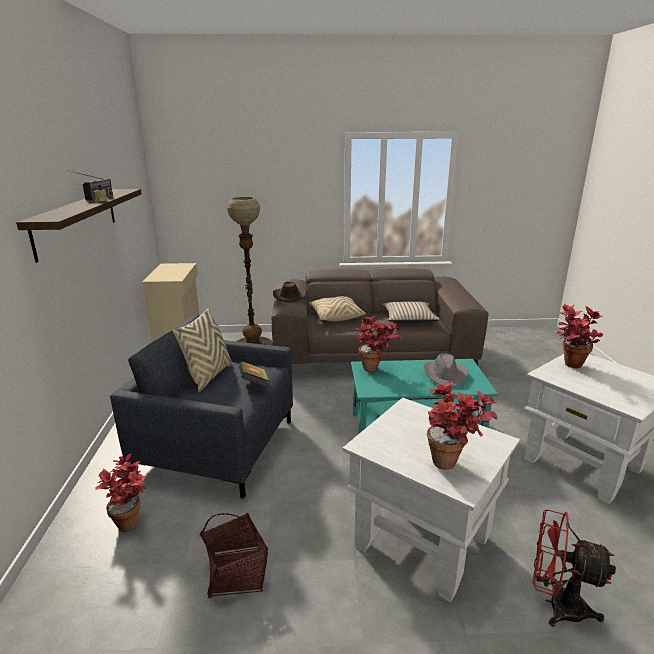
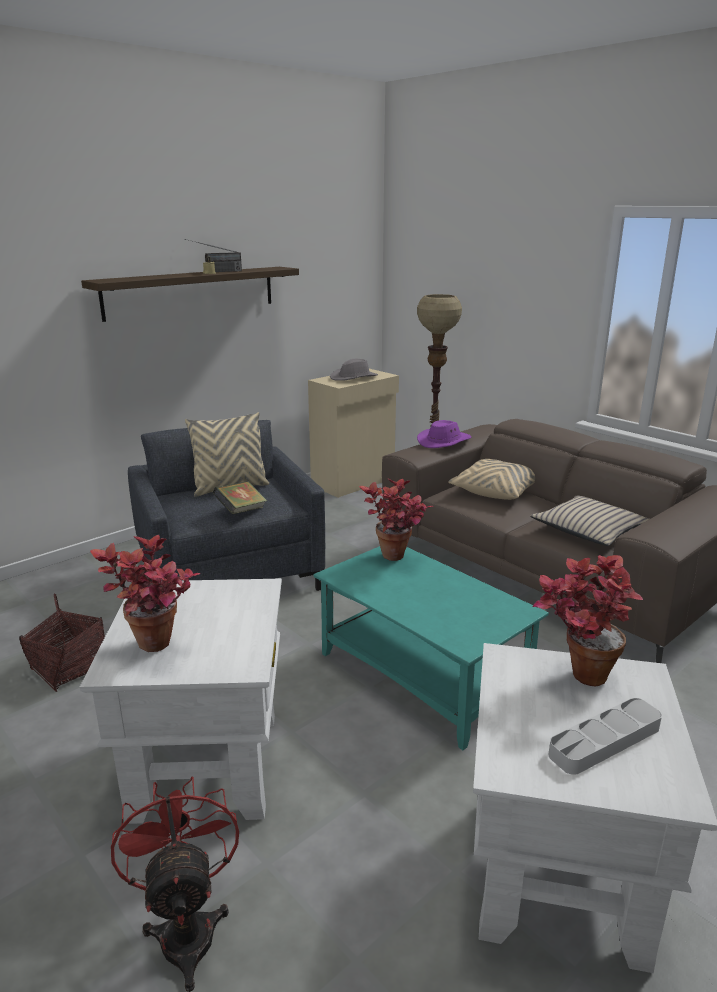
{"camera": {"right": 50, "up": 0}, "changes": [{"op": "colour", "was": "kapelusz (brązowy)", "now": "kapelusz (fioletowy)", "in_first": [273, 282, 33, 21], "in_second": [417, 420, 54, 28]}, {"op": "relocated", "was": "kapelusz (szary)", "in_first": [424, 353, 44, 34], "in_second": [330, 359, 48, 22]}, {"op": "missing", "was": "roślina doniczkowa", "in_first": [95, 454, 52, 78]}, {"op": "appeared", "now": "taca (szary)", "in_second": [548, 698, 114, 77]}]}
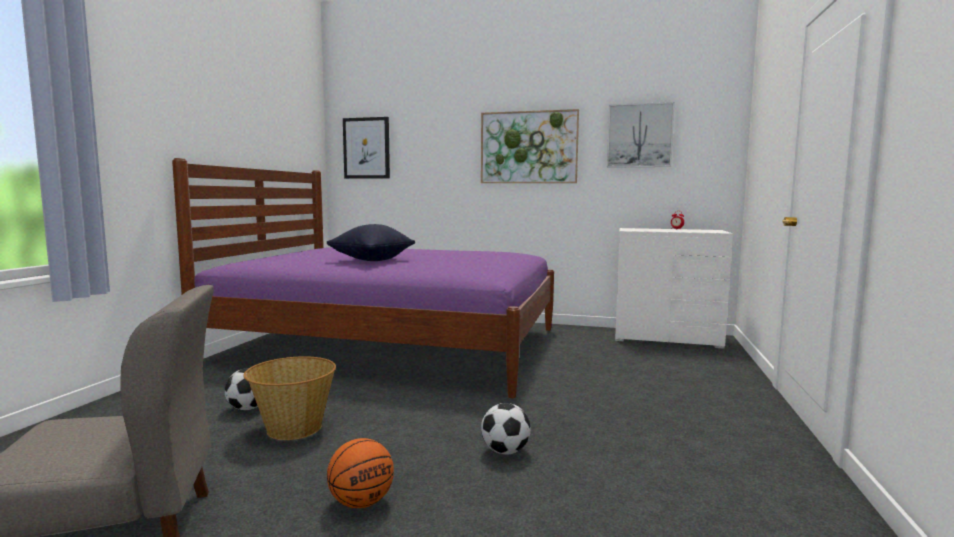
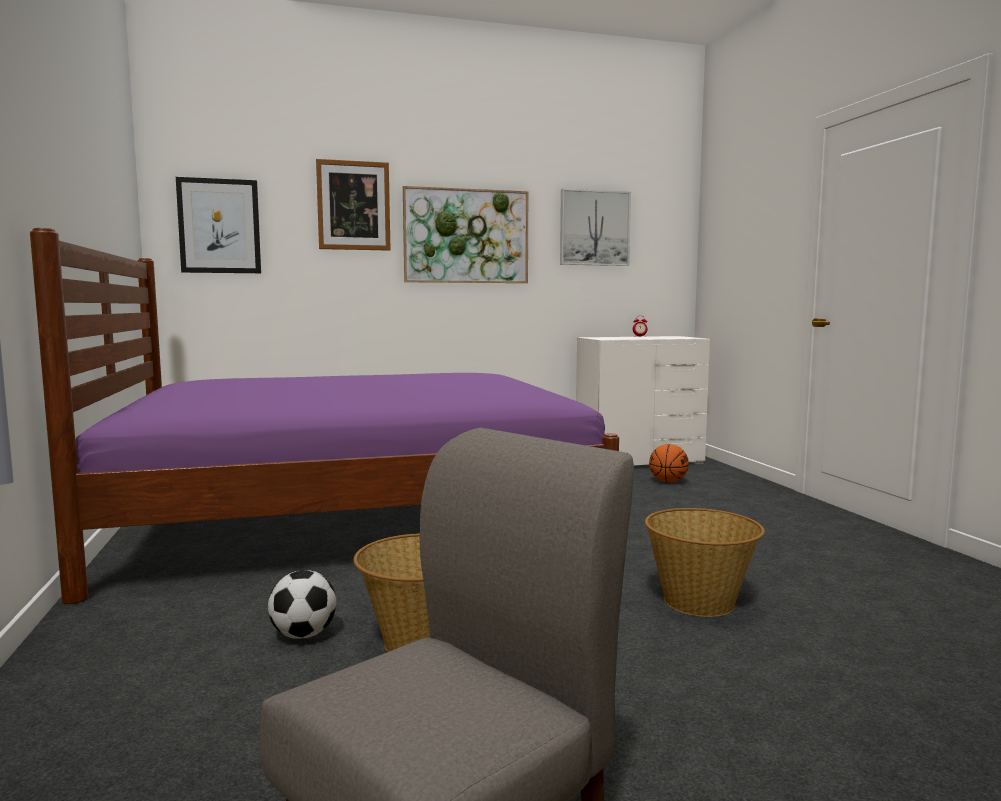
{"camera": {"right": -30, "up": 0}, "changes": [{"op": "missing", "was": "poduszka (czarny)", "in_first": [327, 224, 88, 37]}, {"op": "exchanged", "was": "piłka futbolowa", "now": "koszyk", "in_first": [481, 403, 50, 51], "in_second": [645, 508, 120, 109]}, {"op": "relocated", "was": "piłka do koszykówki", "in_first": [327, 438, 67, 70], "in_second": [649, 444, 40, 39]}, {"op": "appeared", "now": "obraz", "in_second": [316, 159, 75, 92]}]}
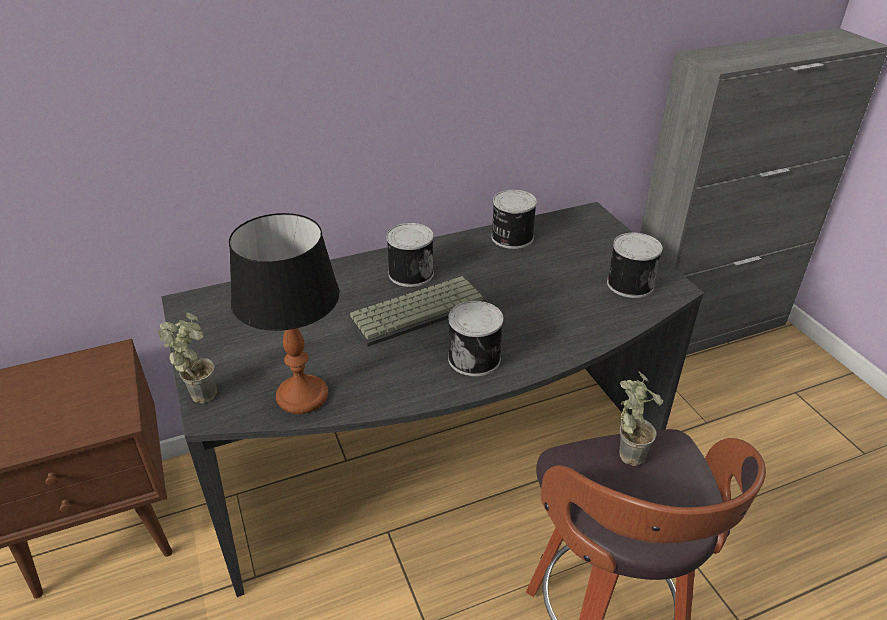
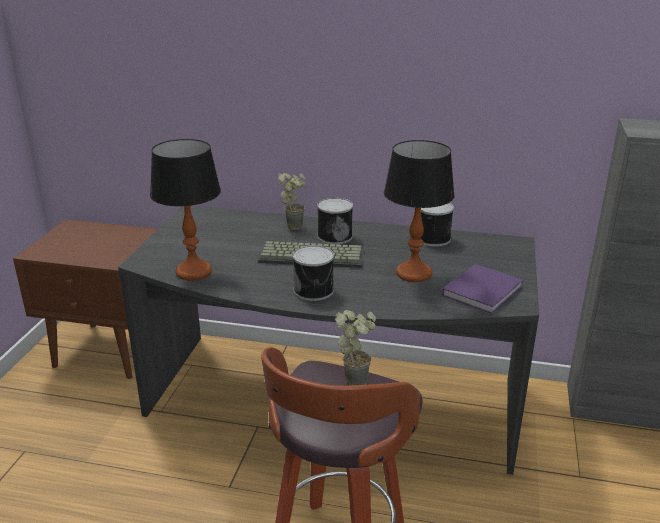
{"camera": {"right": 35, "up": -10}, "changes": [{"op": "exchanged", "was": "puszka", "now": "książka (fioletowy)", "in_first": [607, 233, 56, 65], "in_second": [442, 264, 81, 50]}, {"op": "relocated", "was": "roślina doniczkowa", "in_first": [158, 312, 59, 91], "in_second": [278, 173, 28, 57]}, {"op": "appeared", "now": "lampa stołowa", "in_second": [384, 140, 71, 142]}]}
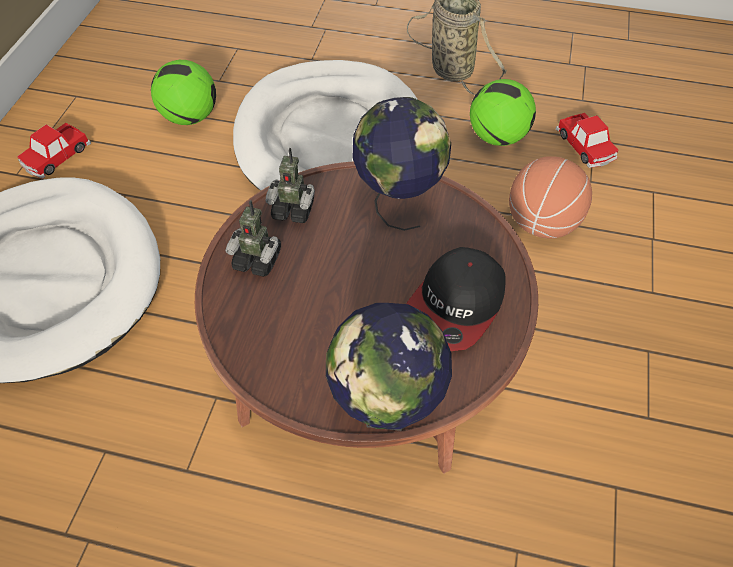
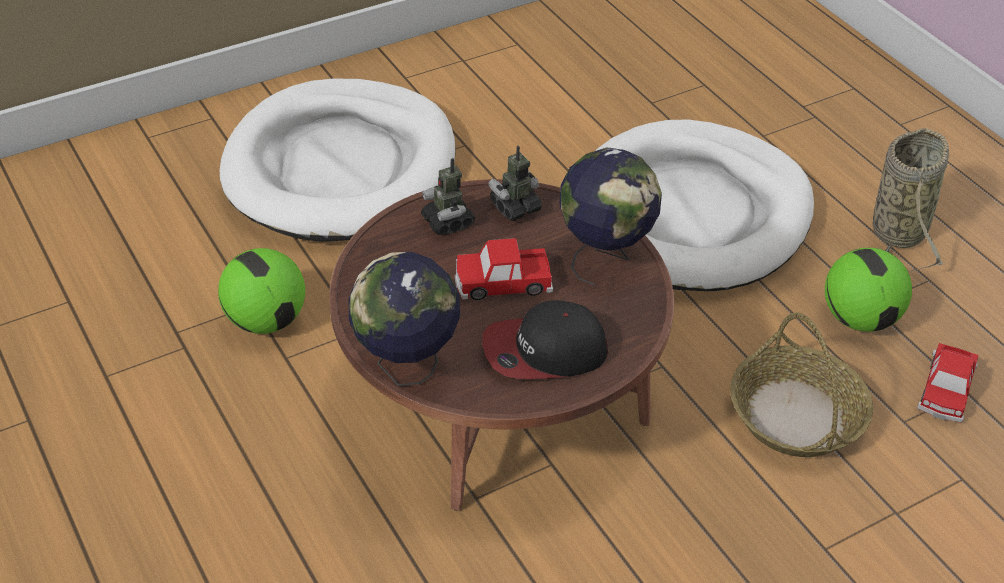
{"camera": {"right": 45, "up": -10}, "changes": [{"op": "relocated", "was": "piłka futbolowa", "in_first": [151, 60, 65, 65], "in_second": [218, 248, 87, 86]}, {"op": "relocated", "was": "samochodzik", "in_first": [17, 123, 74, 56], "in_second": [455, 238, 98, 62]}, {"op": "spun", "was": "robot zabawkowy", "in_first": [265, 148, 50, 75], "in_second": [488, 146, 54, 75], "clockwise": 90}, {"op": "exchanged", "was": "piłka do koszykówki", "now": "koszyk", "in_first": [509, 156, 83, 82], "in_second": [730, 313, 143, 144]}]}
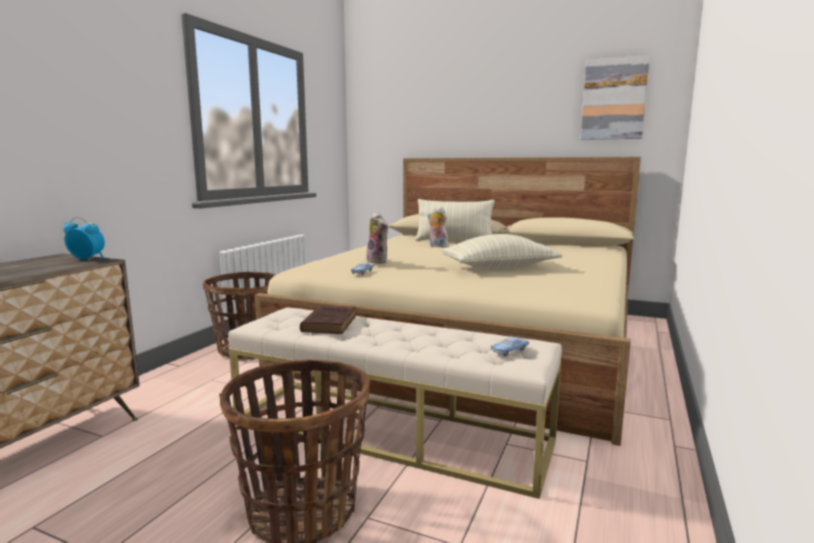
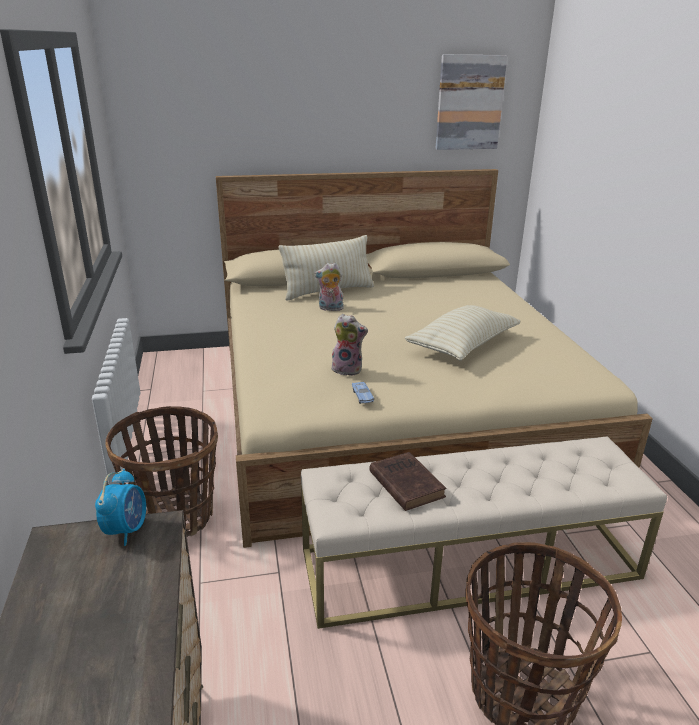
{"camera": {"right": -35, "up": 15}, "changes": [{"op": "spun", "was": "budzik", "in_first": [63, 217, 42, 42], "in_second": [95, 469, 51, 77], "clockwise": 120}, {"op": "missing", "was": "samochodzik (niebieski)", "in_first": [491, 337, 38, 19]}]}
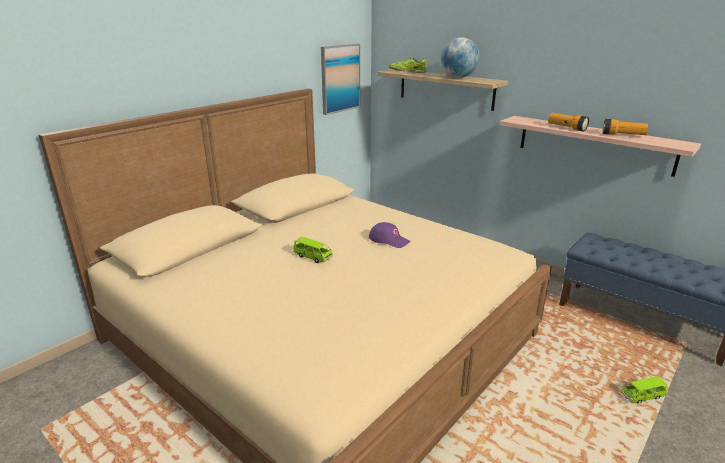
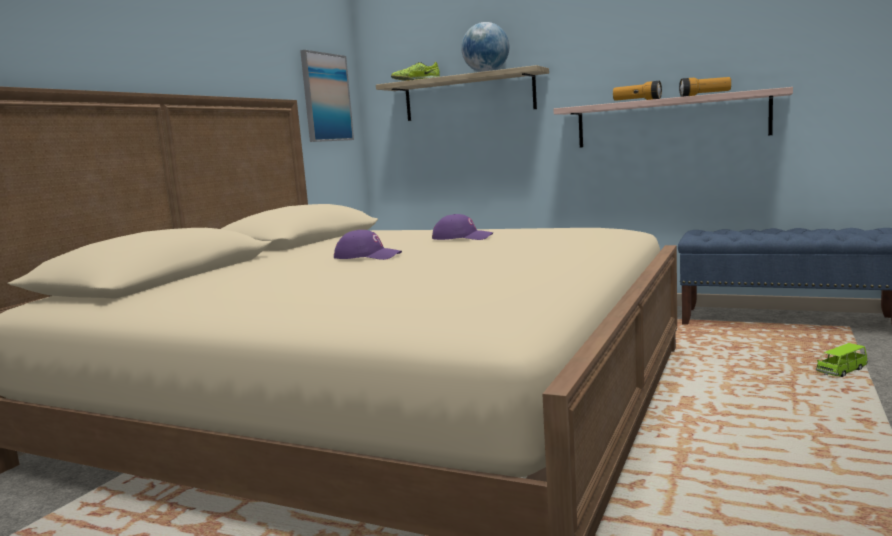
{"camera": {"right": -15, "up": -15}, "changes": [{"op": "exchanged", "was": "samochodzik (zielony)", "now": "czapka z daszkiem (fioletowy)", "in_first": [293, 237, 40, 26], "in_second": [334, 230, 68, 30]}]}
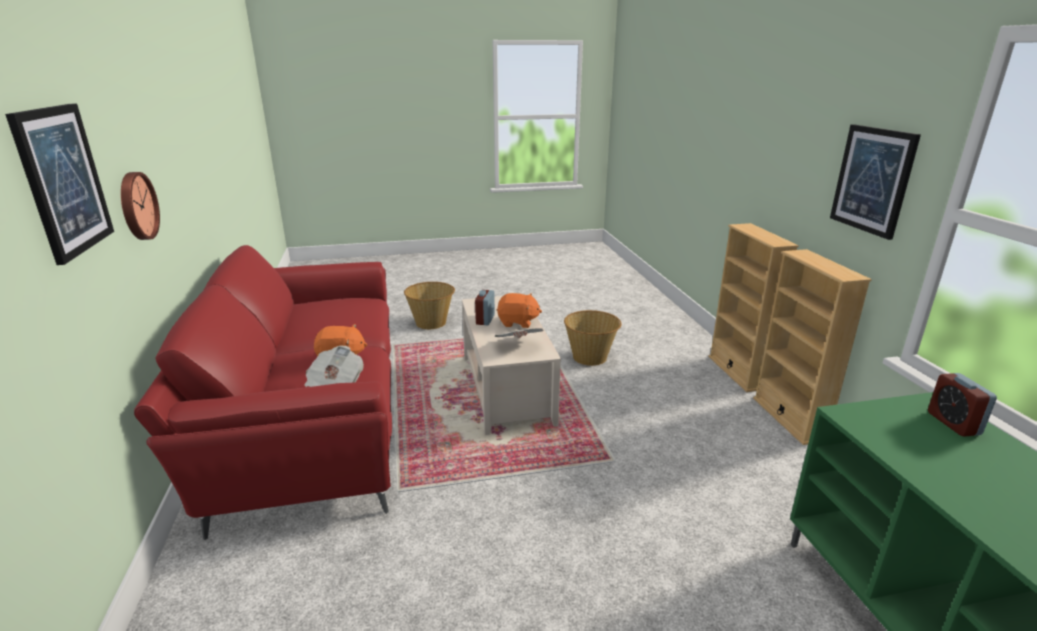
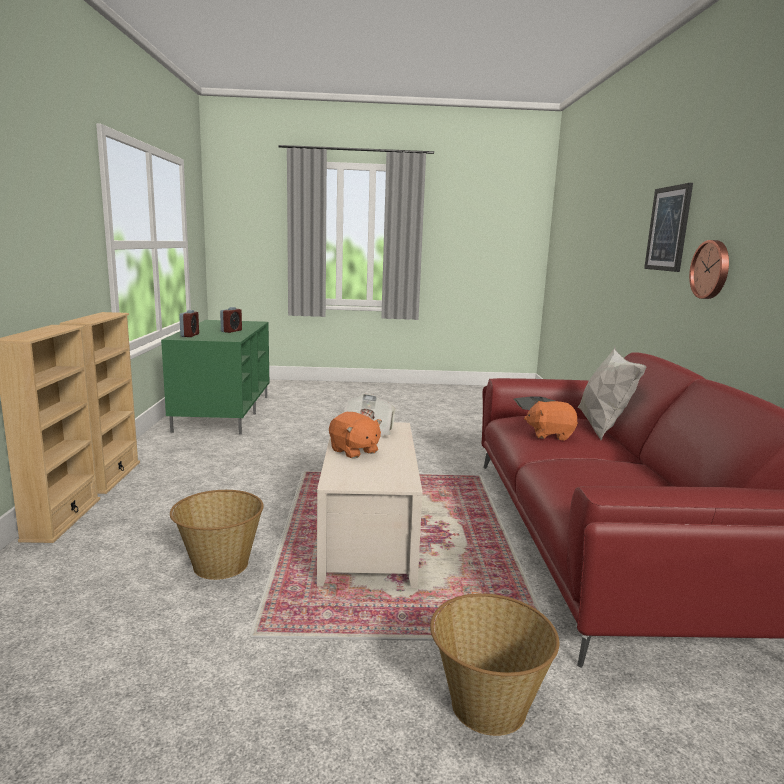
{"camera": {"right": -170, "up": -10}, "changes": [{"op": "missing", "was": "obraz", "in_first": [830, 124, 91, 116]}, {"op": "relocated", "was": "budzik", "in_first": [475, 290, 20, 35], "in_second": [220, 307, 22, 26]}, {"op": "spun", "was": "pluszak (pomarańczowy)", "in_first": [497, 293, 45, 35], "in_second": [329, 412, 53, 47], "clockwise": -150}, {"op": "appeared", "now": "poduszka (biały)", "in_second": [578, 347, 69, 93]}]}
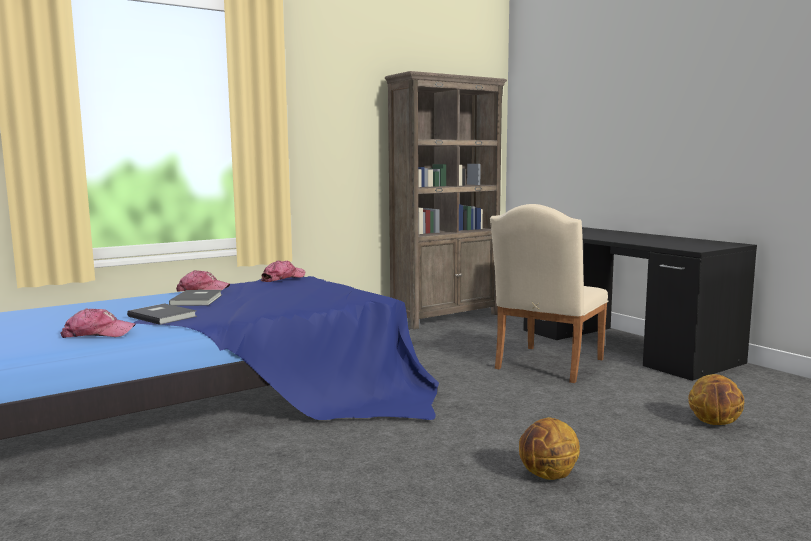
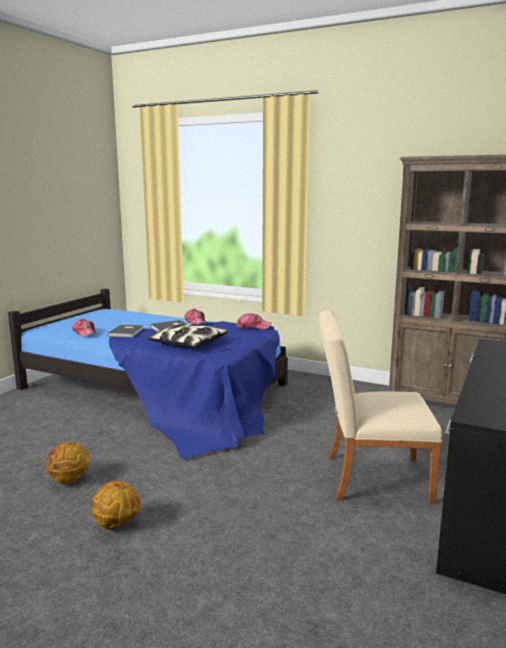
{"camera": {"right": 60, "up": 5}, "changes": [{"op": "relocated", "was": "piłka do koszykówki", "in_first": [688, 374, 56, 51], "in_second": [46, 442, 44, 42]}, {"op": "appeared", "now": "poduszka", "in_second": [147, 322, 81, 26]}]}
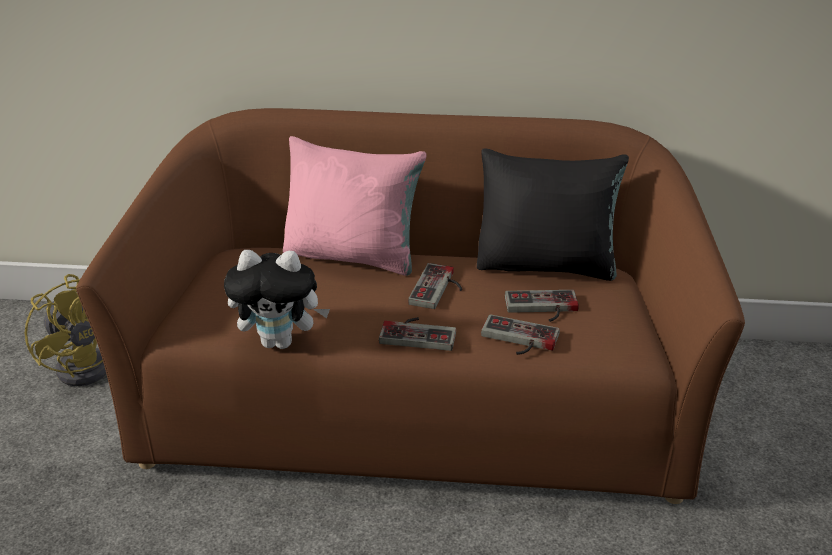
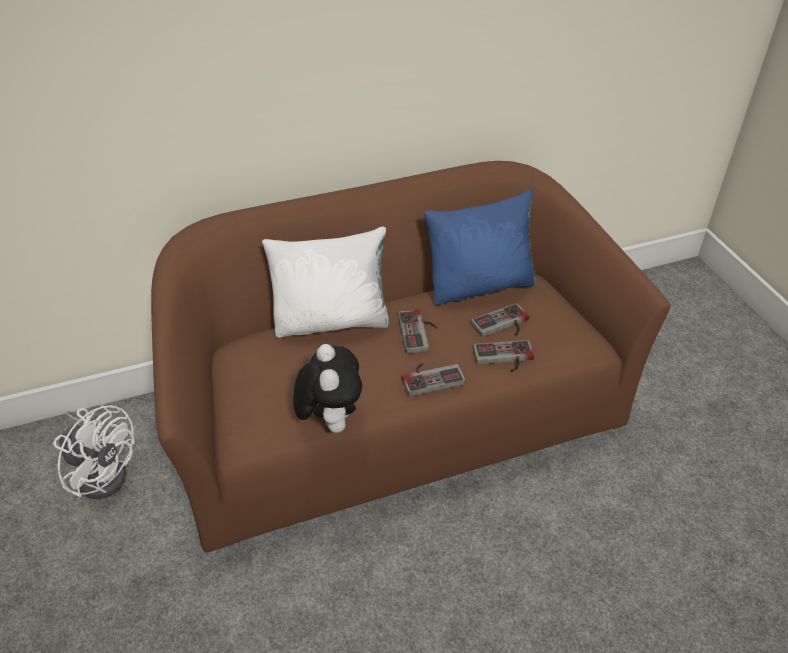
{"camera": {"right": -25, "up": 10}, "changes": [{"op": "colour", "was": "poduszka (różowy)", "now": "poduszka (biały)", "in_first": [283, 136, 144, 140], "in_second": [262, 226, 129, 112]}, {"op": "colour", "was": "poduszka (czarny)", "now": "poduszka (niebieski)", "in_first": [477, 148, 152, 133], "in_second": [424, 189, 113, 116]}, {"op": "spun", "was": "pluszak", "in_first": [224, 250, 106, 99], "in_second": [293, 344, 69, 89], "clockwise": -75}, {"op": "colour", "was": "wentylator (żółty)", "now": "wentylator (biały)", "in_first": [25, 274, 81, 112], "in_second": [53, 405, 82, 94]}]}
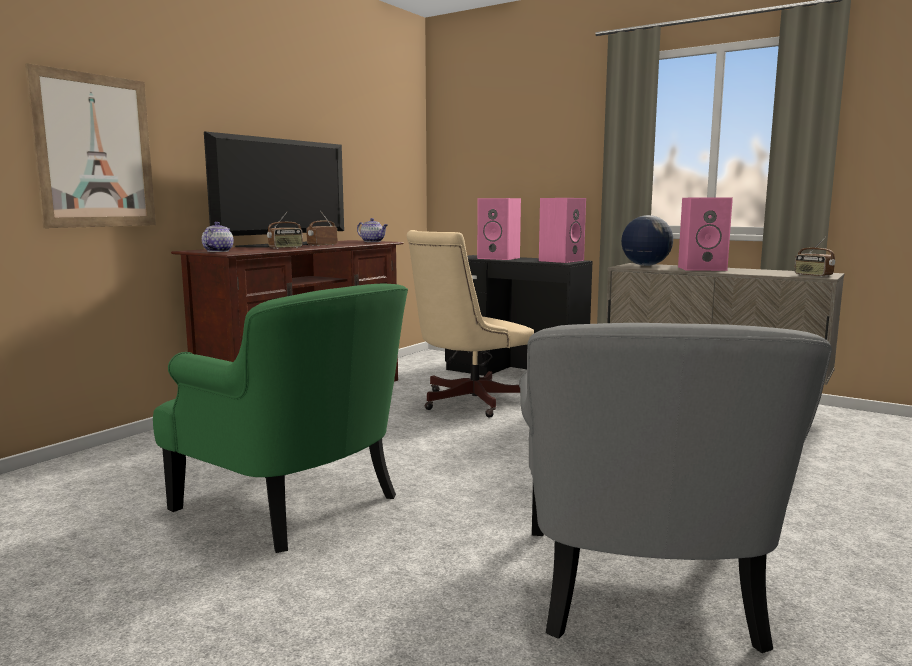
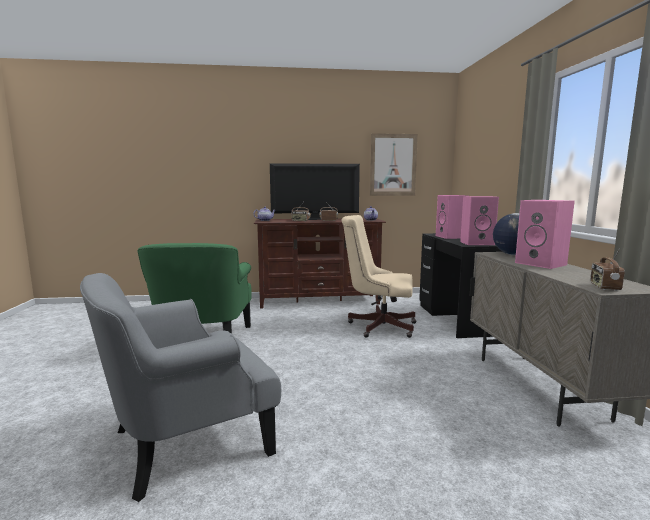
{"camera": {"right": 50, "up": 0}, "changes": [{"op": "relocated", "was": "obraz", "in_first": [25, 63, 131, 165], "in_second": [370, 133, 48, 63]}]}
